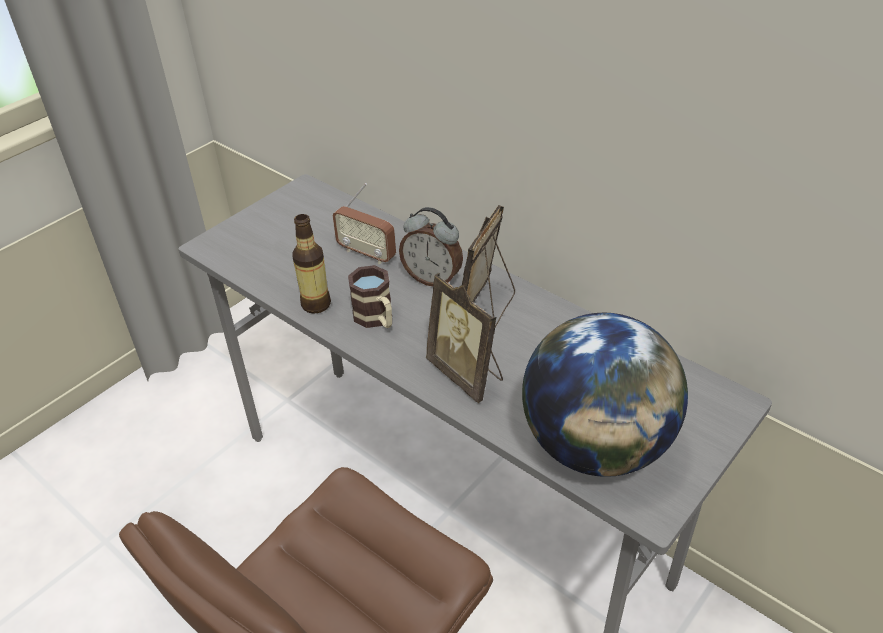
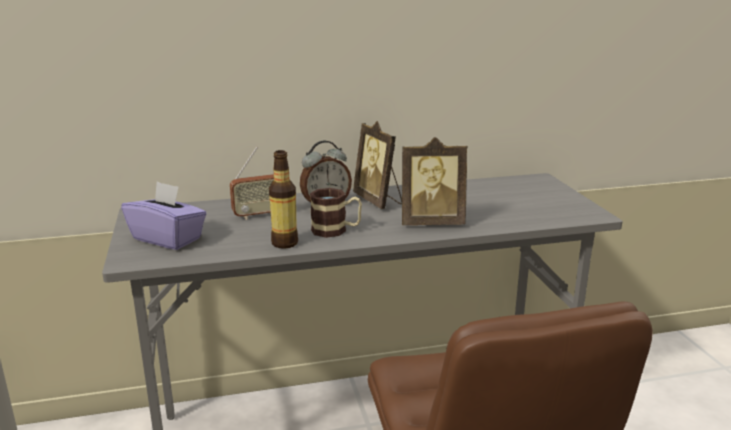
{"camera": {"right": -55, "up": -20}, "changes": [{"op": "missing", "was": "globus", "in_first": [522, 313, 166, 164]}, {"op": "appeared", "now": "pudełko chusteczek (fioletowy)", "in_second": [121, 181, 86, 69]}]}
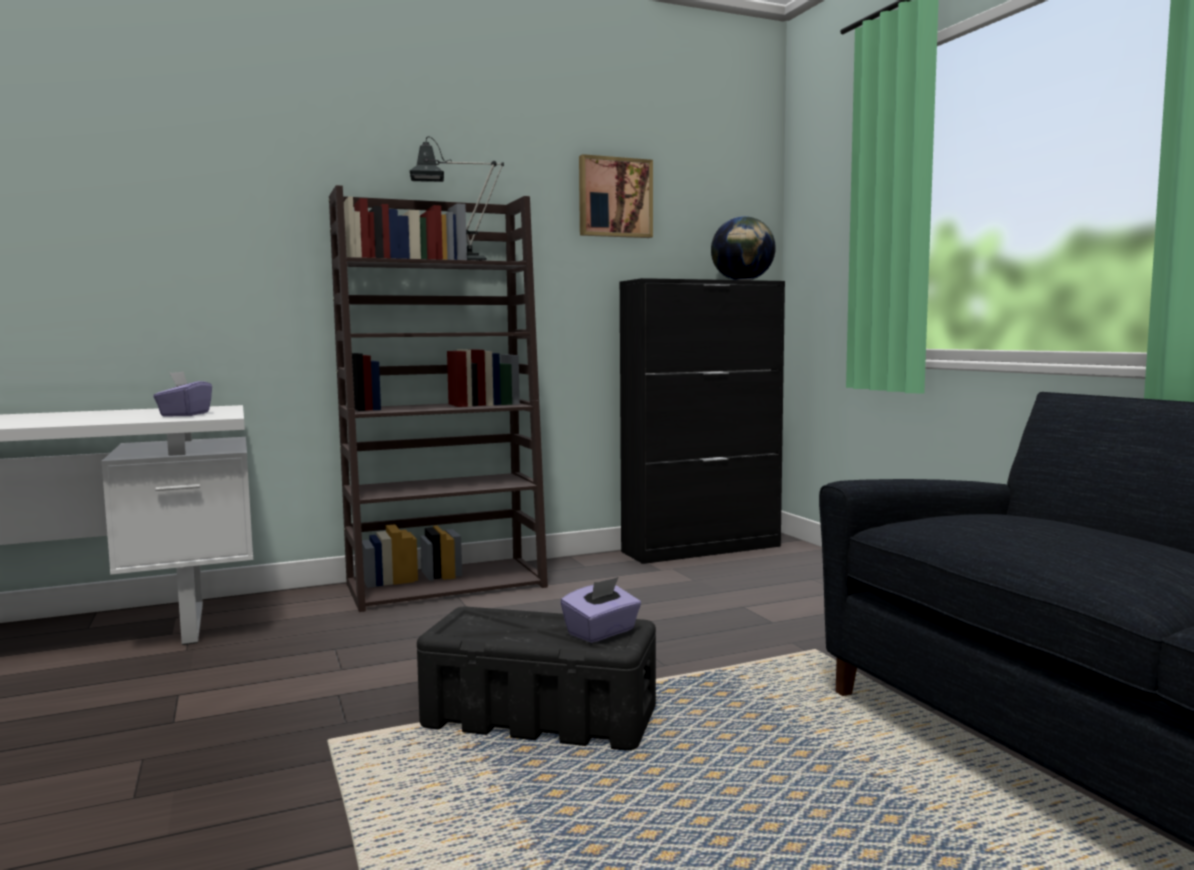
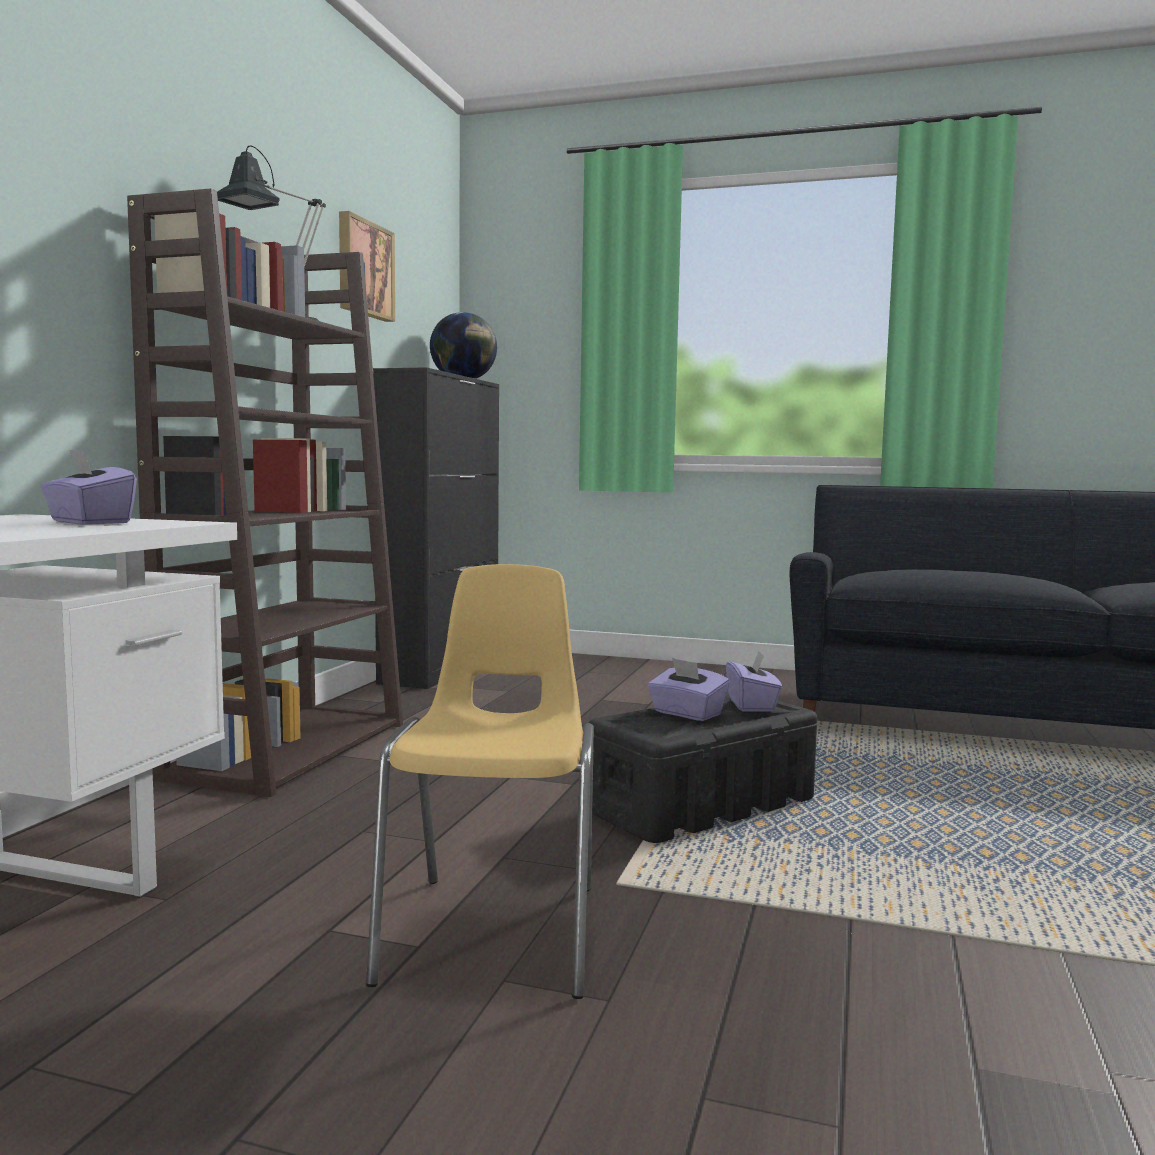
{"camera": {"right": -50, "up": 0}, "changes": [{"op": "appeared", "now": "krzesło (żółty)", "in_second": [366, 564, 228, 435]}, {"op": "appeared", "now": "pudełko chusteczek (fioletowy)", "in_second": [648, 658, 82, 63]}]}
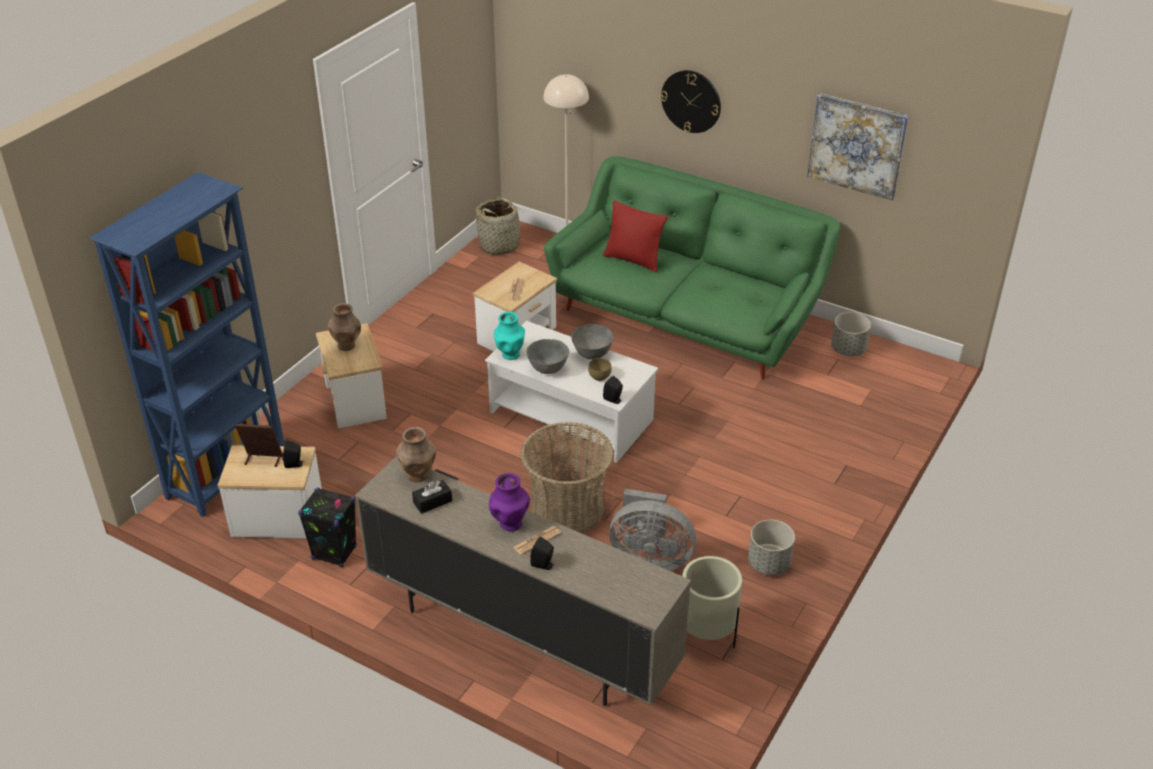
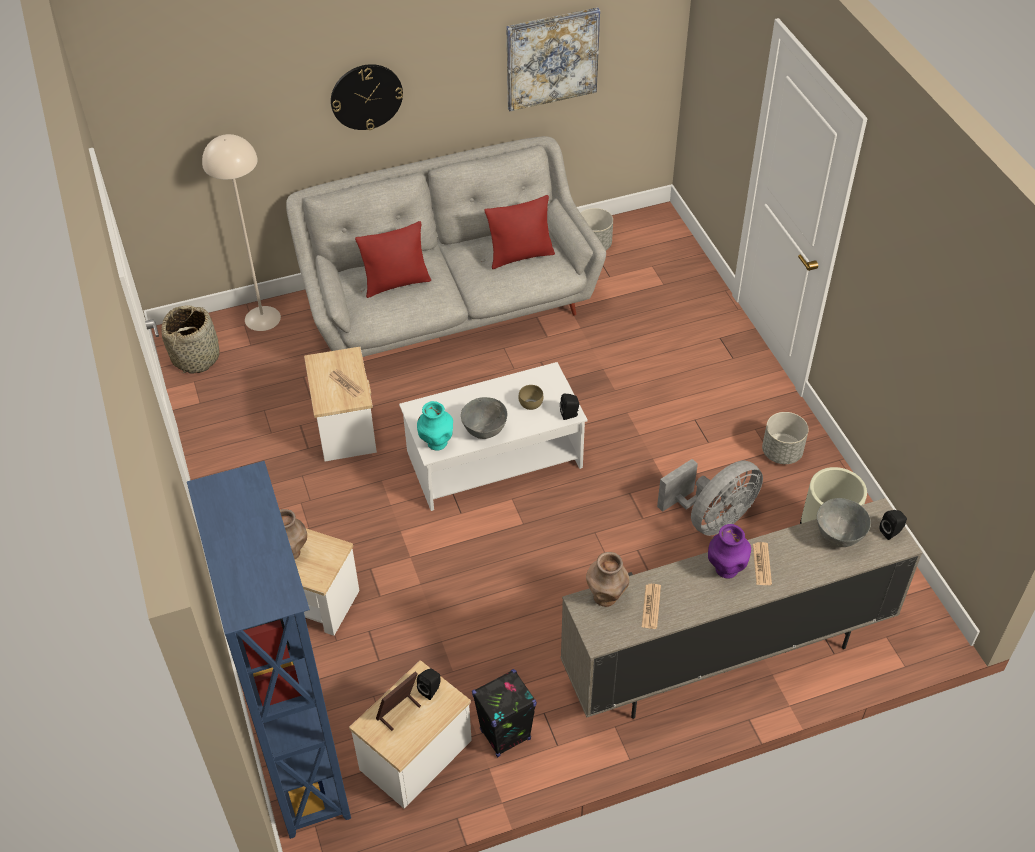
{"camera": {"right": -50, "up": 10}, "changes": [{"op": "colour", "was": "kanapa (zielony)", "now": "kanapa (szary)", "in_first": [544, 156, 296, 223], "in_second": [286, 136, 320, 221]}, {"op": "relocated", "was": "miska (szary)", "in_first": [571, 324, 43, 36], "in_second": [817, 498, 54, 49]}, {"op": "missing", "was": "koszyk", "in_first": [520, 422, 94, 111]}, {"op": "exchanged", "was": "pudełko chusteczek (czarny)", "now": "gazeta", "in_first": [412, 480, 40, 34], "in_second": [642, 584, 19, 45]}, {"op": "relocated", "was": "głośnik (czarny)", "in_first": [530, 537, 25, 33], "in_second": [880, 510, 27, 30]}, {"op": "appeared", "now": "poduszka (czerwony)", "in_second": [485, 195, 70, 74]}]}
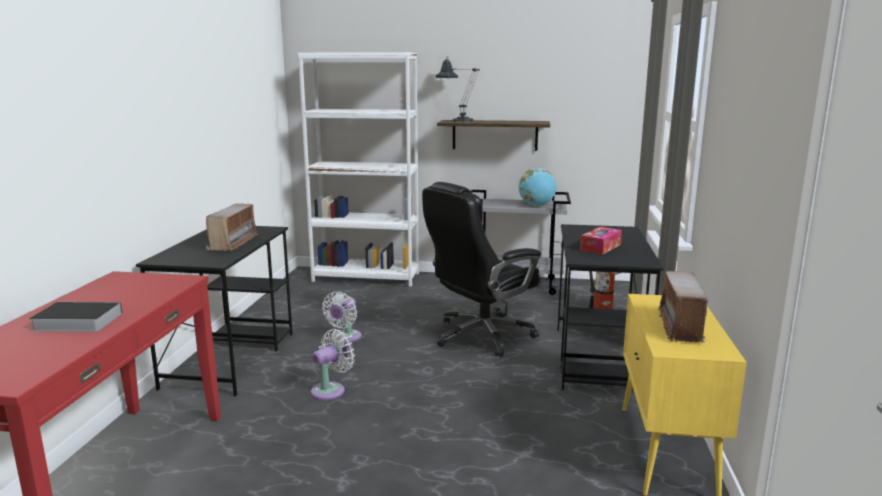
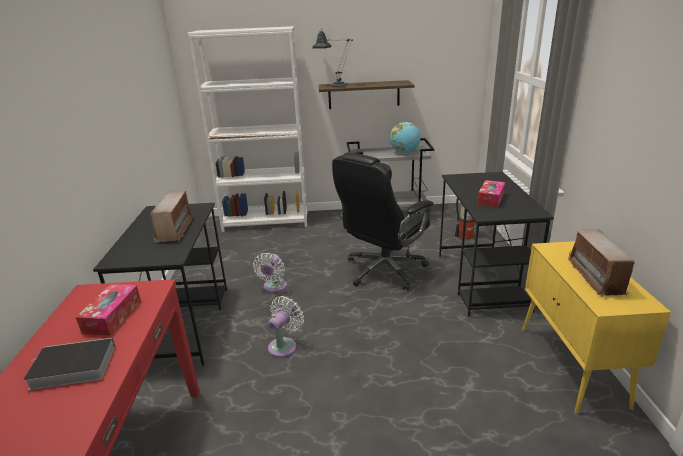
{"camera": {"right": -10, "up": 10}, "changes": [{"op": "appeared", "now": "pudełko chusteczek", "in_second": [76, 284, 65, 52]}]}
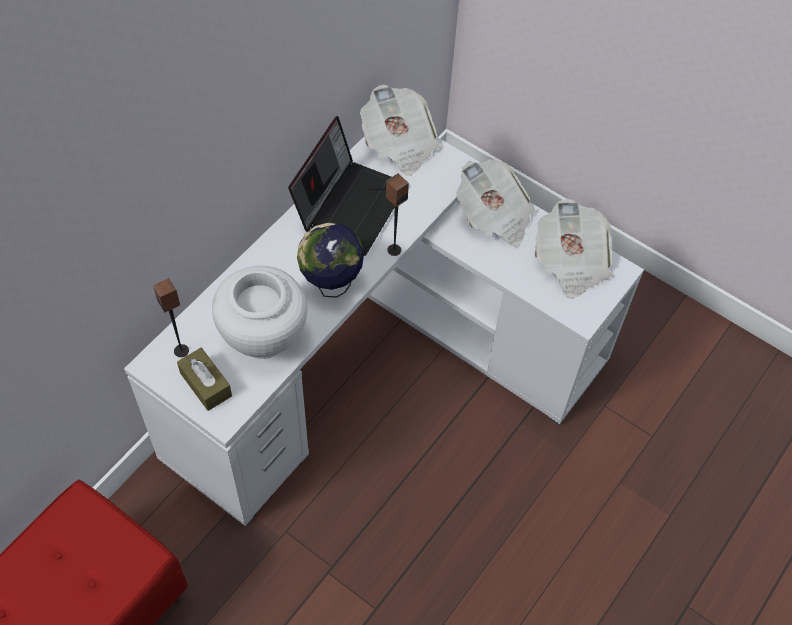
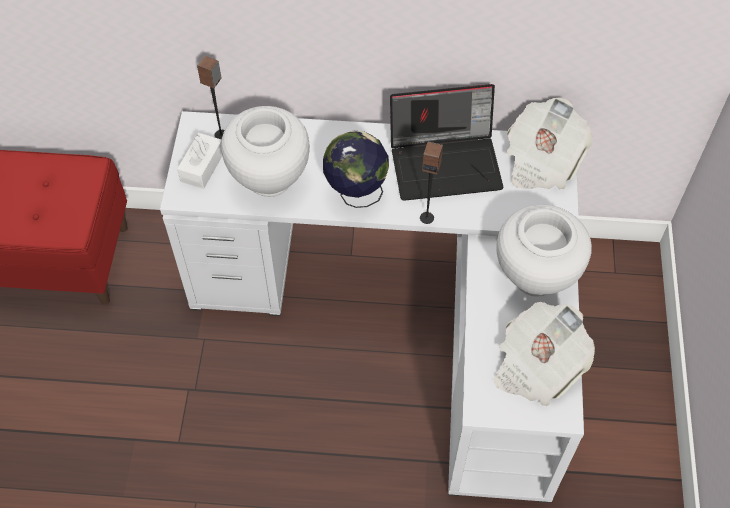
{"camera": {"right": 60, "up": 0}, "changes": [{"op": "exchanged", "was": "gazeta", "now": "wazon (biały)", "in_first": [456, 159, 79, 88], "in_second": [496, 204, 96, 93]}, {"op": "colour", "was": "pudełko chusteczek (brązowy)", "now": "pudełko chusteczek (biały)", "in_first": [177, 348, 55, 63], "in_second": [177, 133, 45, 56]}]}
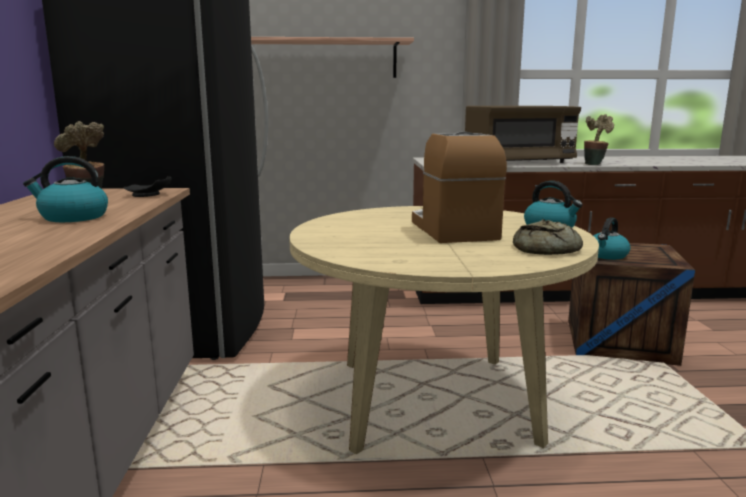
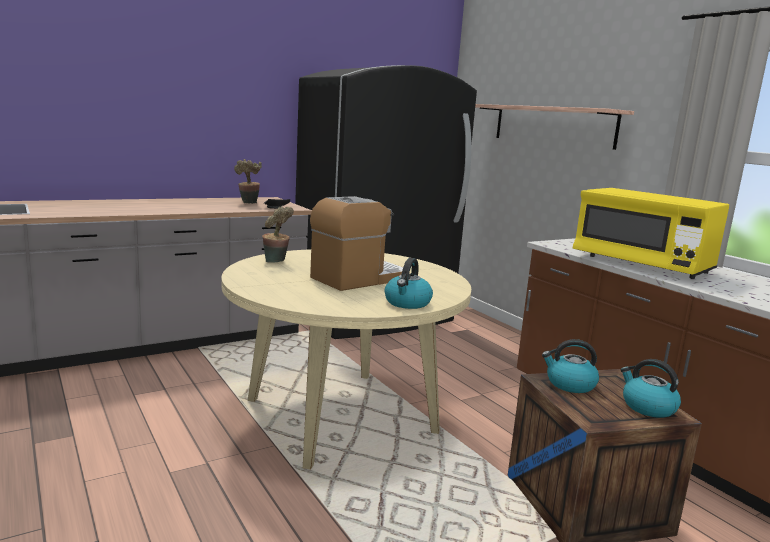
{"camera": {"right": 60, "up": 0}, "changes": [{"op": "colour", "was": "mikrofalówka (brązowy)", "now": "mikrofalówka (żółty)", "in_first": [465, 106, 116, 57], "in_second": [573, 188, 156, 91]}, {"op": "relocated", "was": "roślina doniczkowa", "in_first": [584, 114, 30, 51], "in_second": [262, 207, 32, 56]}, {"op": "relocated", "was": "czajnik", "in_first": [23, 156, 85, 66], "in_second": [620, 359, 61, 59]}, {"op": "missing", "was": "chleb", "in_first": [513, 219, 70, 36]}]}
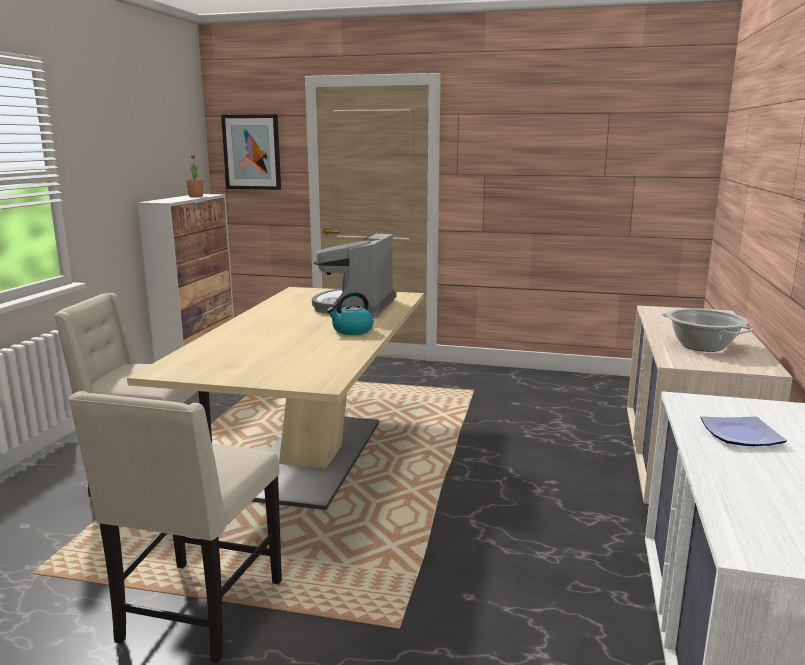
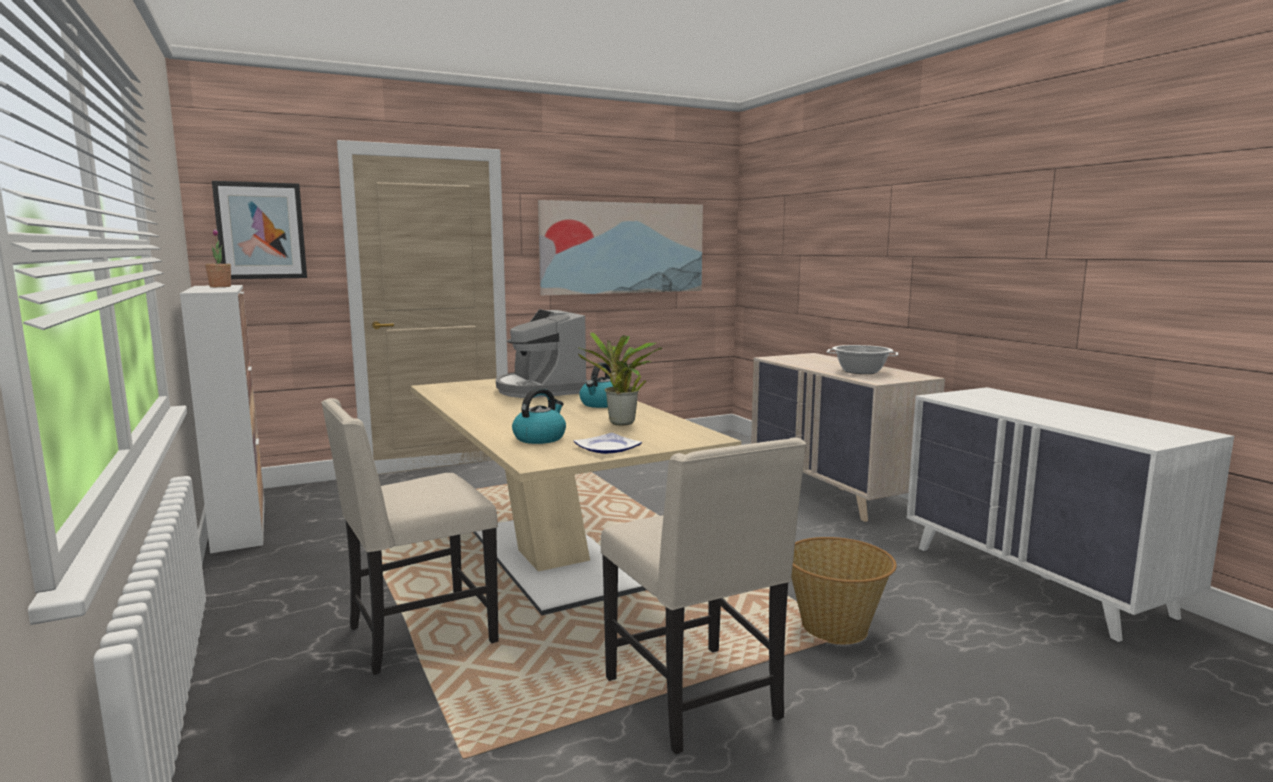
{"camera": {"right": -40, "up": -5}, "changes": [{"op": "relocated", "was": "talerz", "in_first": [700, 416, 87, 30], "in_second": [574, 433, 68, 21]}, {"op": "appeared", "now": "obraz", "in_second": [538, 200, 165, 95]}, {"op": "appeared", "now": "roślina doniczkowa", "in_second": [578, 332, 84, 93]}, {"op": "appeared", "now": "czajnik", "in_second": [512, 388, 54, 56]}, {"op": "appeared", "now": "koszyk", "in_second": [791, 537, 106, 107]}]}
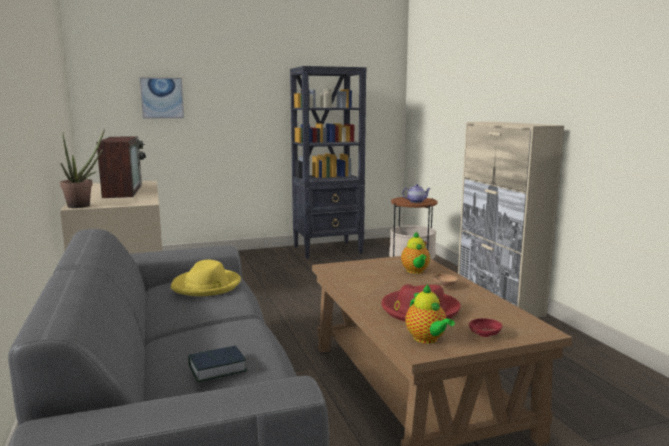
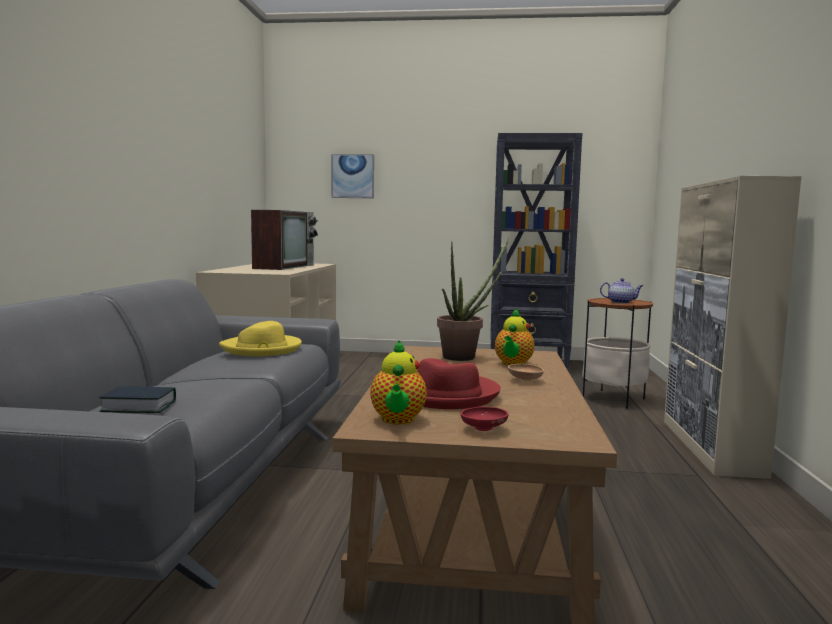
{"camera": {"right": 25, "up": -5}, "changes": [{"op": "relocated", "was": "roślina doniczkowa", "in_first": [60, 128, 45, 80], "in_second": [437, 239, 71, 122]}]}
